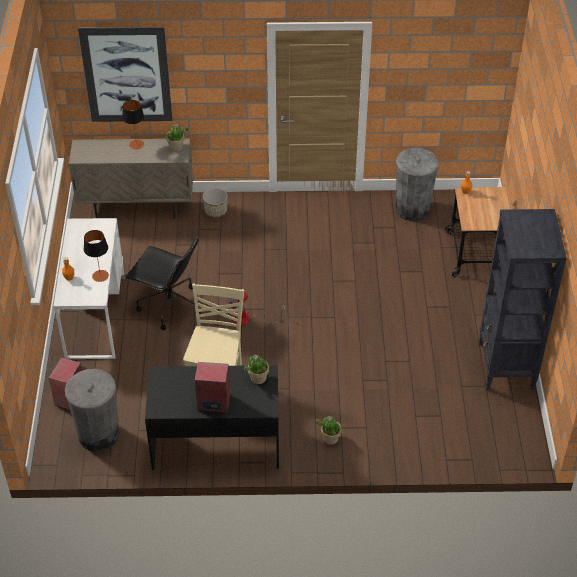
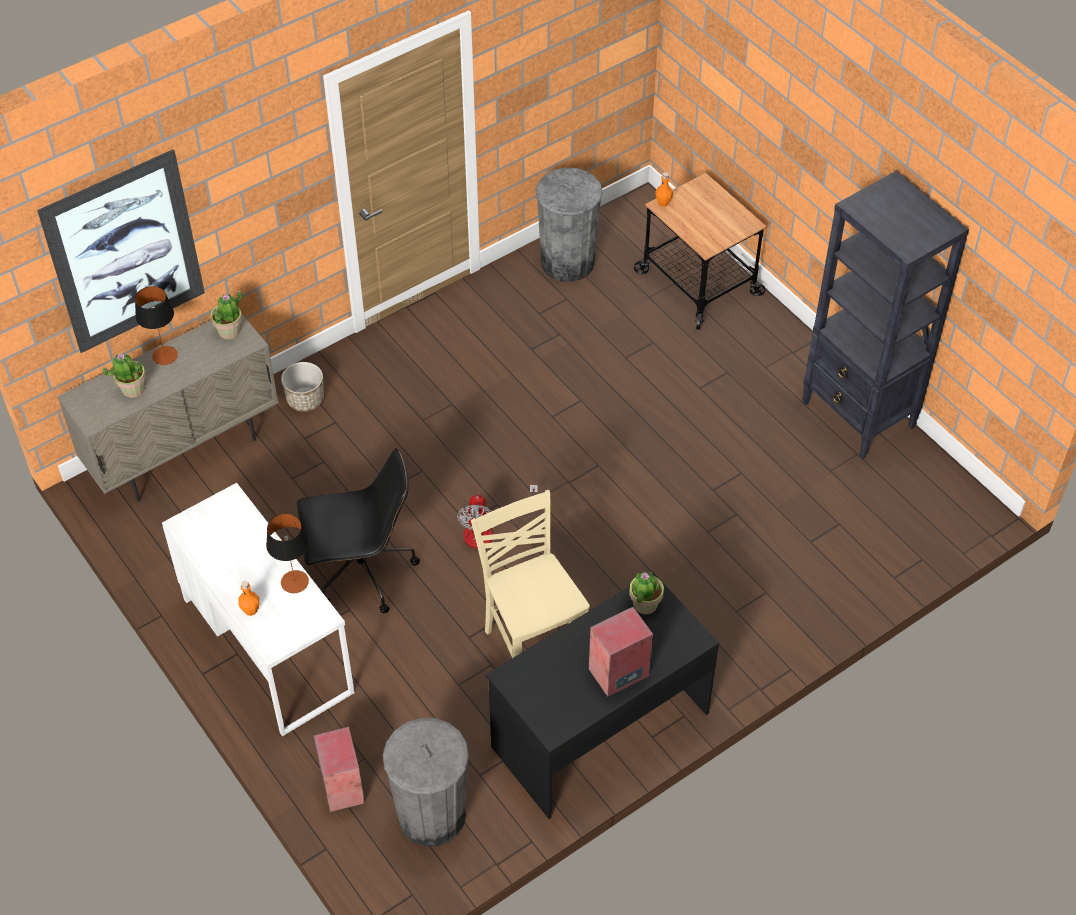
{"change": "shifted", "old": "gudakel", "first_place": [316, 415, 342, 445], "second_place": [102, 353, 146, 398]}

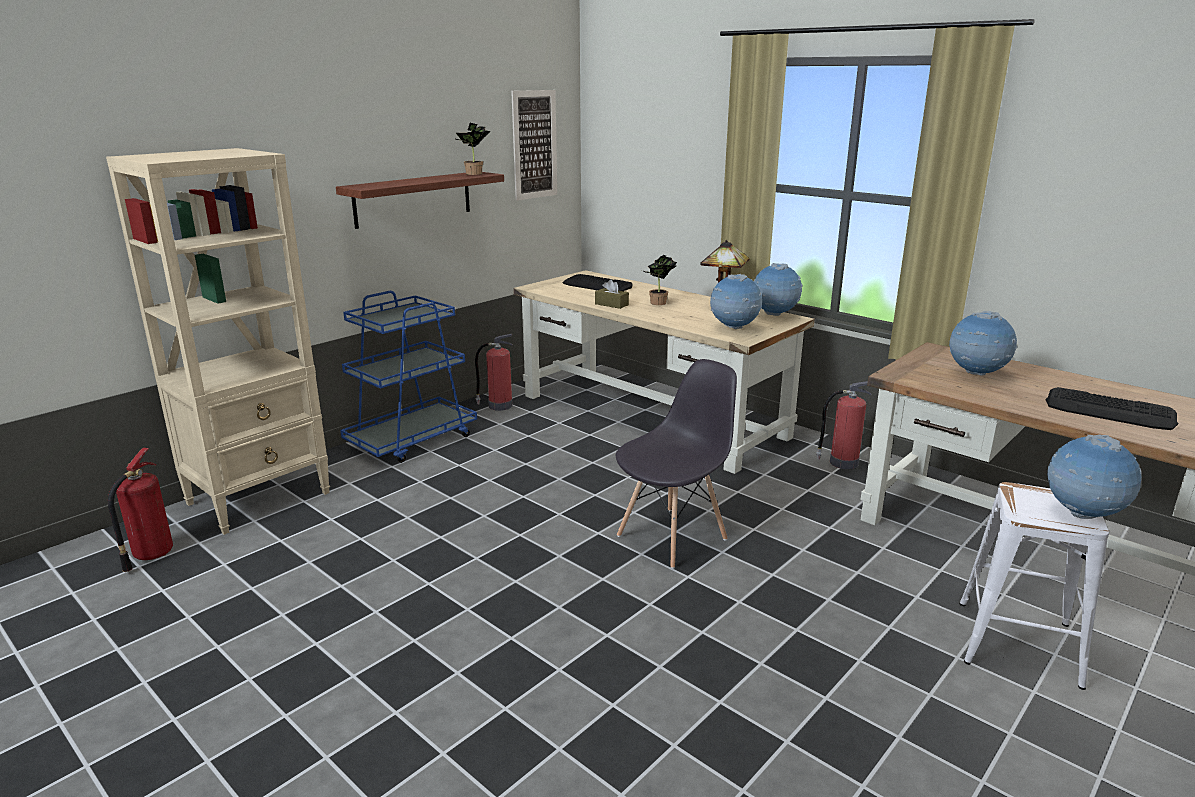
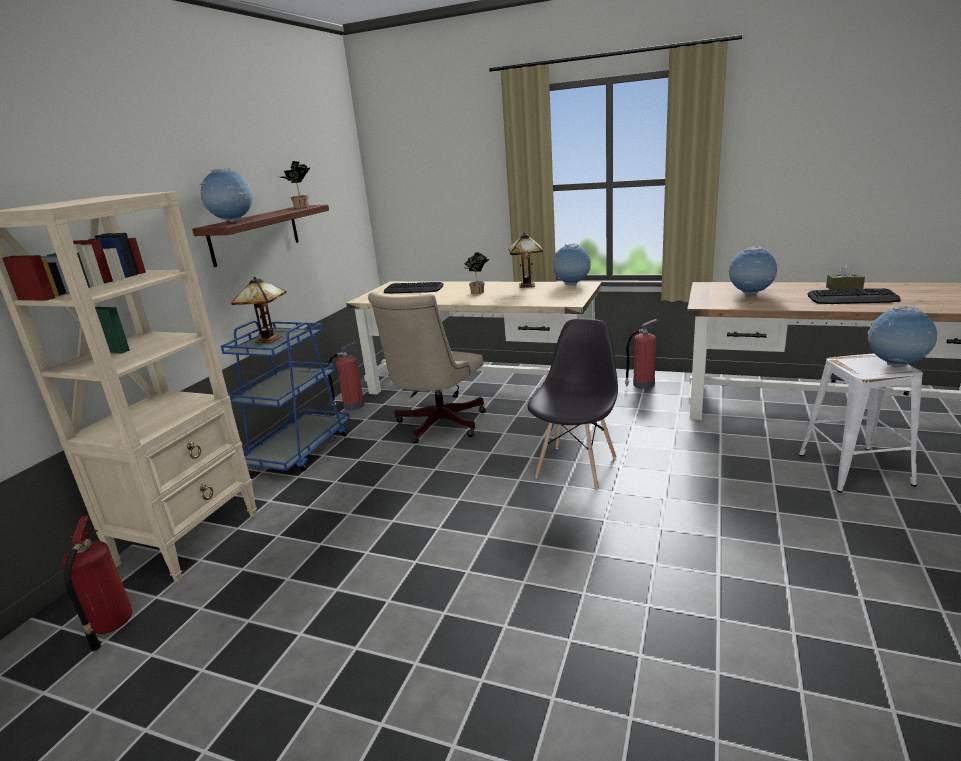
{"change": "gone", "old": "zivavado", "first_place": [511, 90, 557, 201]}
{"change": "shifted", "old": "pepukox", "first_place": [710, 274, 762, 329], "second_place": [200, 168, 253, 222]}
{"change": "shifted", "old": "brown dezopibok", "first_place": [595, 279, 629, 309], "second_place": [826, 264, 865, 290]}
{"change": "new", "new": "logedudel", "second_place": [231, 277, 287, 343]}
{"change": "new", "new": "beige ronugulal", "second_place": [368, 292, 486, 444]}

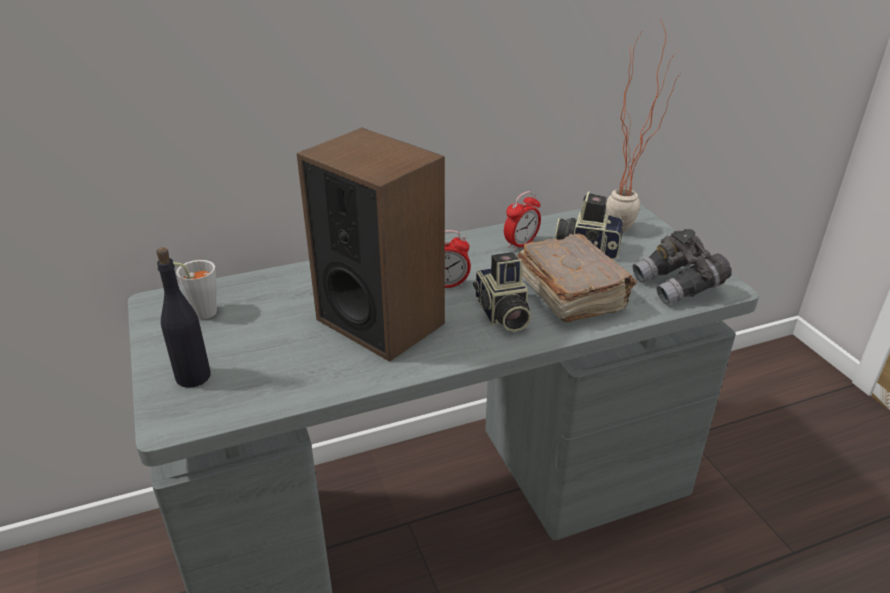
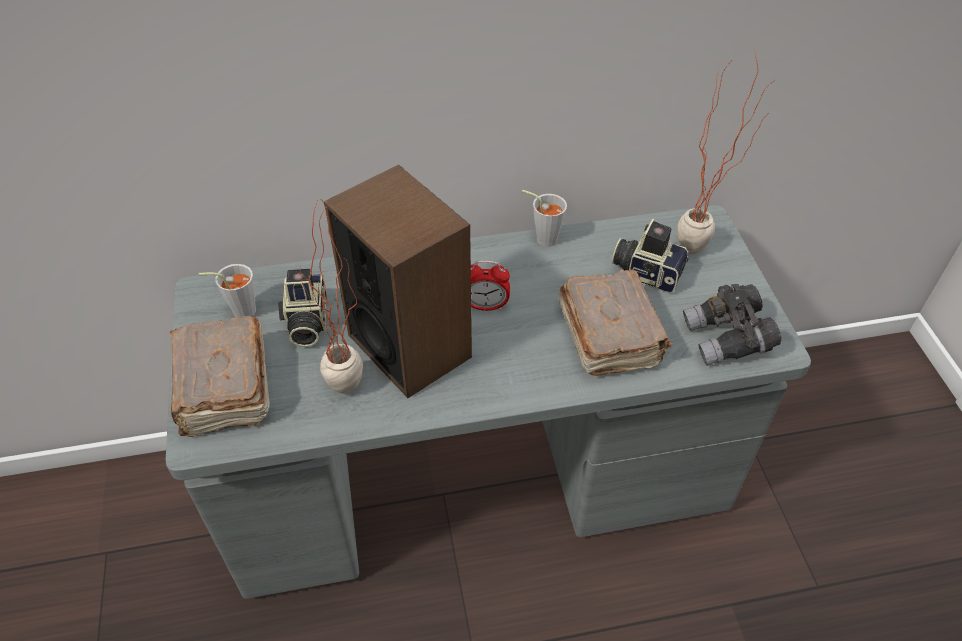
{"change": "gone", "old": "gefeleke", "first_place": [504, 191, 541, 251]}
{"change": "swapped", "old": "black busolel", "new": "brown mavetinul", "first_place": [156, 247, 211, 388], "second_place": [170, 316, 270, 437]}
{"change": "shifted", "old": "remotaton", "first_place": [473, 252, 531, 332], "second_place": [278, 269, 327, 347]}
{"change": "new", "new": "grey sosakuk", "second_place": [522, 190, 567, 247]}
{"change": "new", "new": "gudakel", "second_place": [297, 201, 363, 394]}

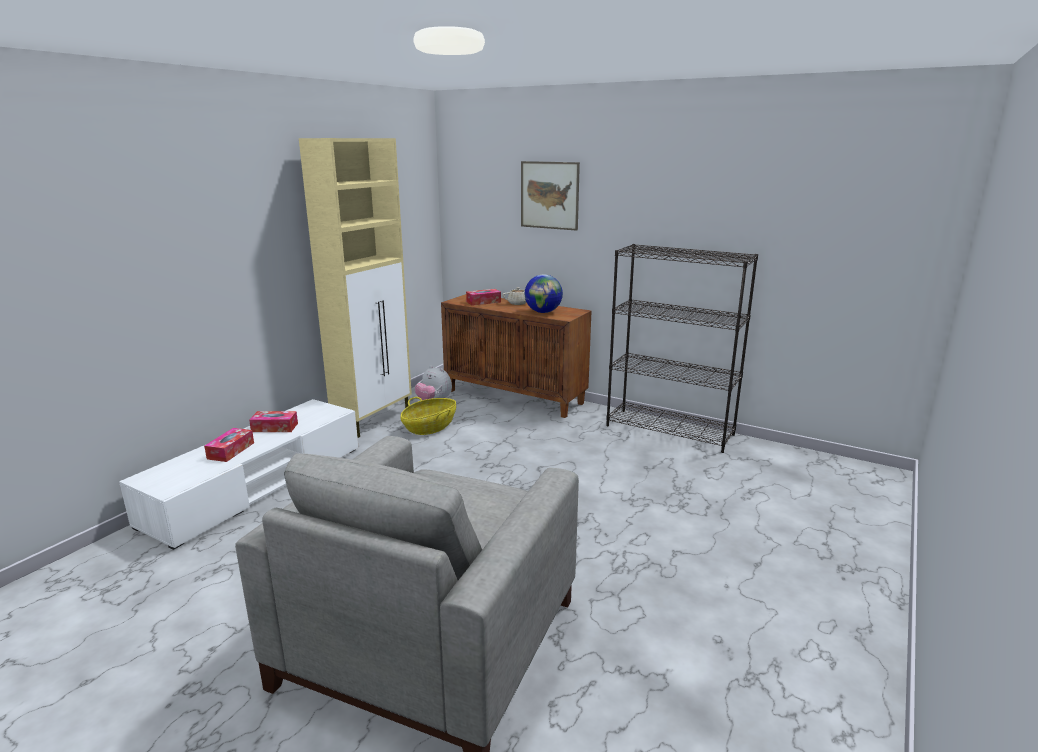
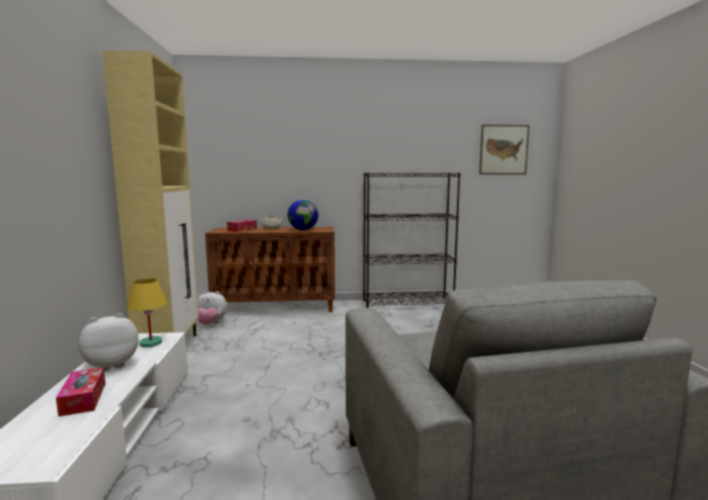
{"change": "shifted", "old": "zivavado", "first_place": [521, 161, 580, 231], "second_place": [479, 125, 530, 174]}
{"change": "gone", "old": "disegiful", "first_place": [401, 397, 456, 435]}
{"change": "swapped", "old": "dezopibok", "new": "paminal", "first_place": [249, 411, 298, 432], "second_place": [78, 313, 139, 371]}
{"change": "new", "new": "yellow logedudel", "second_place": [127, 278, 168, 347]}

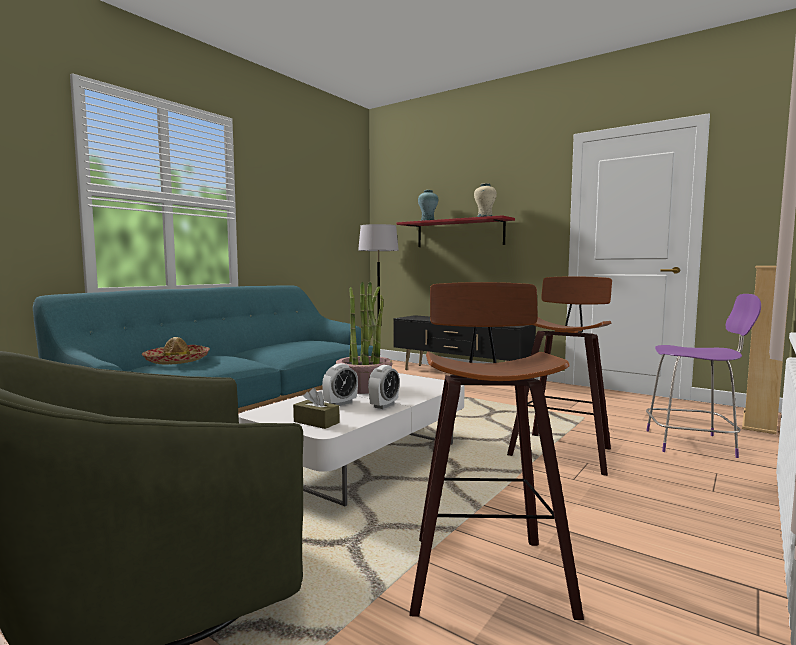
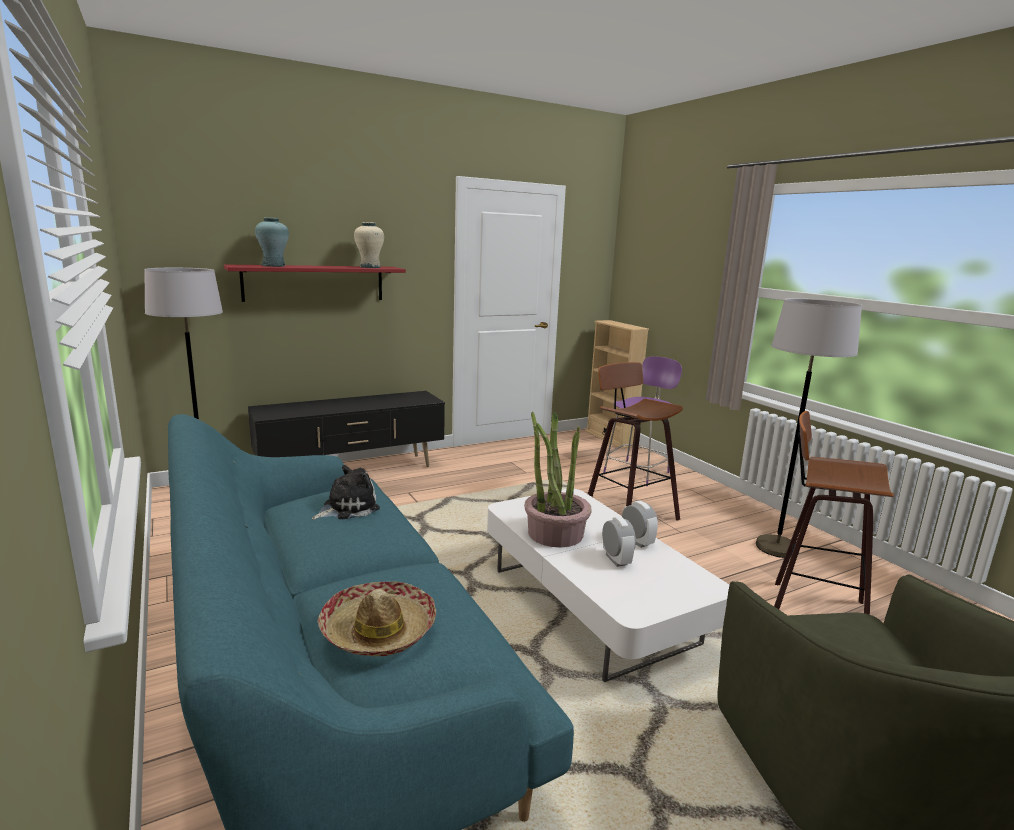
{"change": "gone", "old": "brown dezopibok", "first_place": [293, 388, 339, 429]}
{"change": "new", "new": "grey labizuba", "second_place": [756, 298, 862, 558]}
{"change": "new", "new": "paminal", "second_place": [312, 465, 380, 520]}

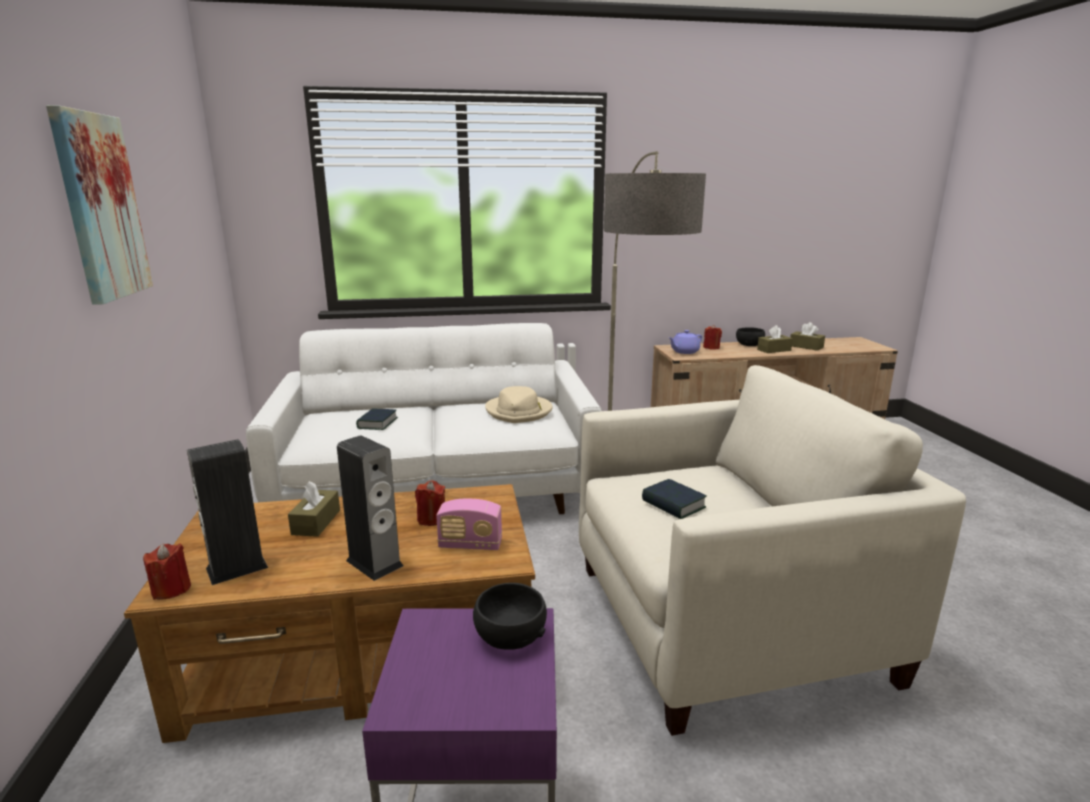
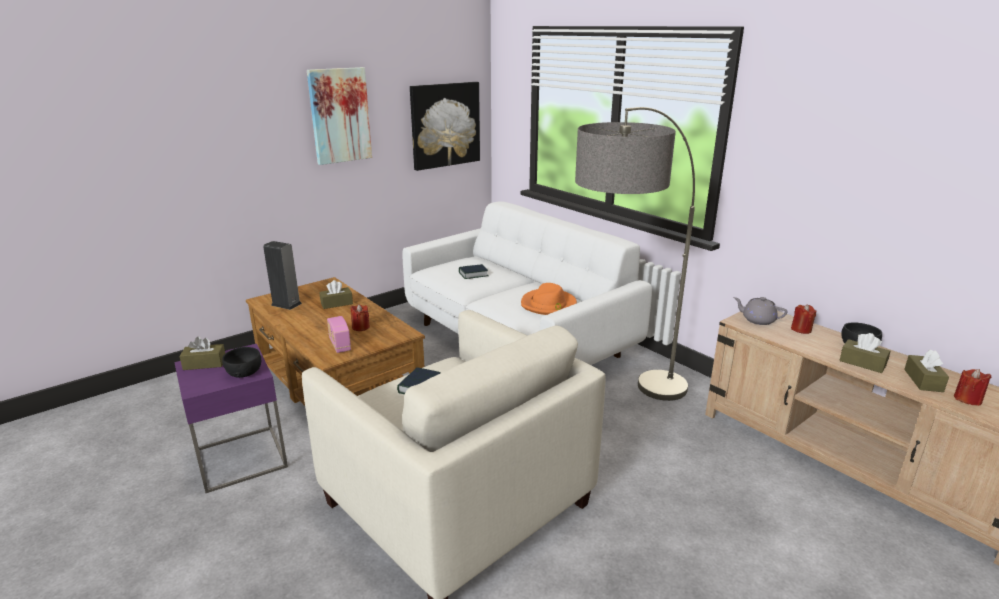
{"change": "repainted", "old": "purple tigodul", "new": "grey tigodul", "first_place": [669, 330, 702, 354], "second_place": [733, 297, 788, 325]}
{"change": "repainted", "old": "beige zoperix", "new": "orange zoperix", "first_place": [485, 386, 553, 423], "second_place": [521, 283, 577, 315]}
{"change": "gone", "old": "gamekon", "first_place": [337, 435, 403, 581]}
{"change": "shifted", "old": "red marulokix", "first_place": [143, 543, 191, 600], "second_place": [954, 369, 991, 406]}
{"change": "new", "new": "zivavado", "second_place": [410, 82, 480, 171]}
{"change": "new", "new": "brown dezopibok", "second_place": [179, 336, 225, 370]}

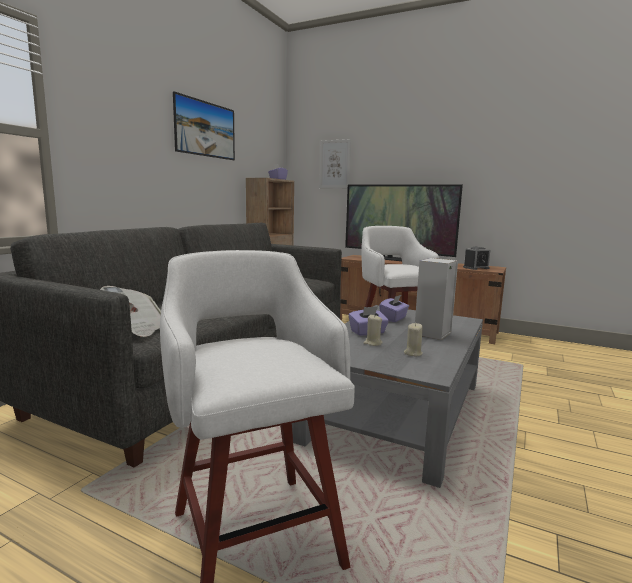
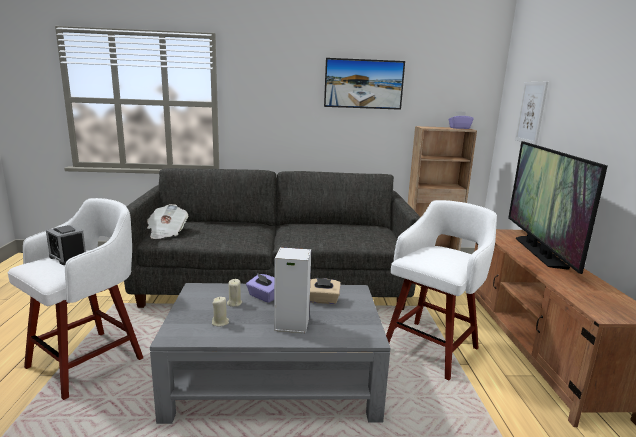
{"change": "shifted", "old": "gefeleke", "first_place": [463, 247, 490, 270], "second_place": [46, 225, 86, 265]}
{"change": "repainted", "old": "purple dezopibok", "new": "beige dezopibok", "first_place": [379, 295, 409, 322], "second_place": [310, 278, 341, 304]}

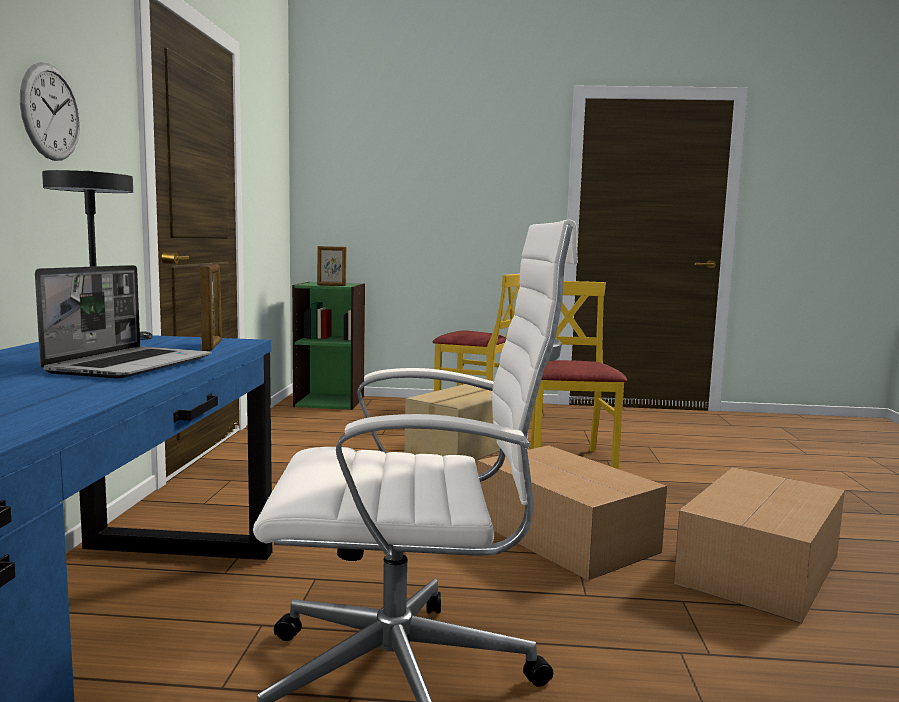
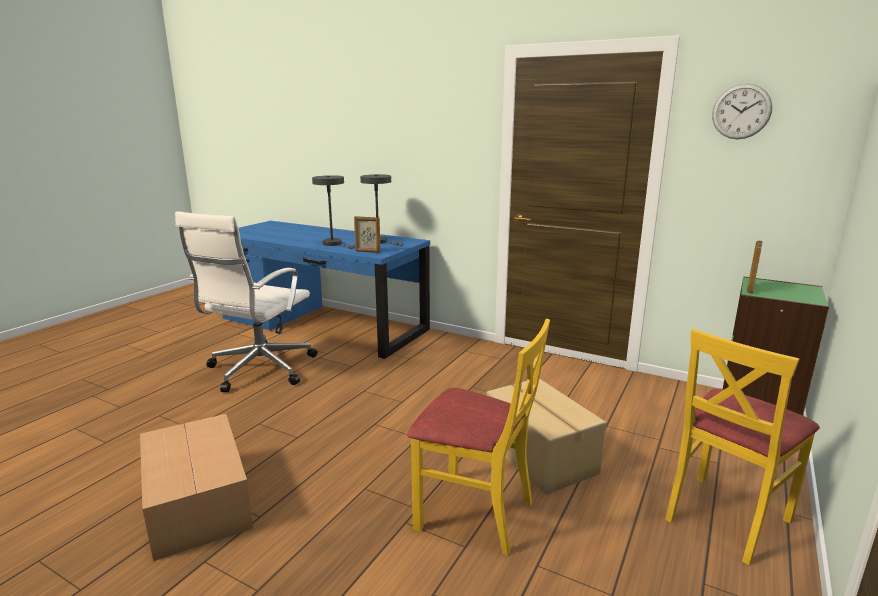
{"change": "shifted", "old": "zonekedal", "first_place": [20, 62, 80, 161], "second_place": [712, 83, 772, 139]}
{"change": "swapped", "old": "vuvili", "new": "grey logedudel", "first_place": [35, 265, 212, 379], "second_place": [312, 175, 355, 249]}
{"change": "gone", "old": "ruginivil", "first_place": [477, 445, 667, 581]}

